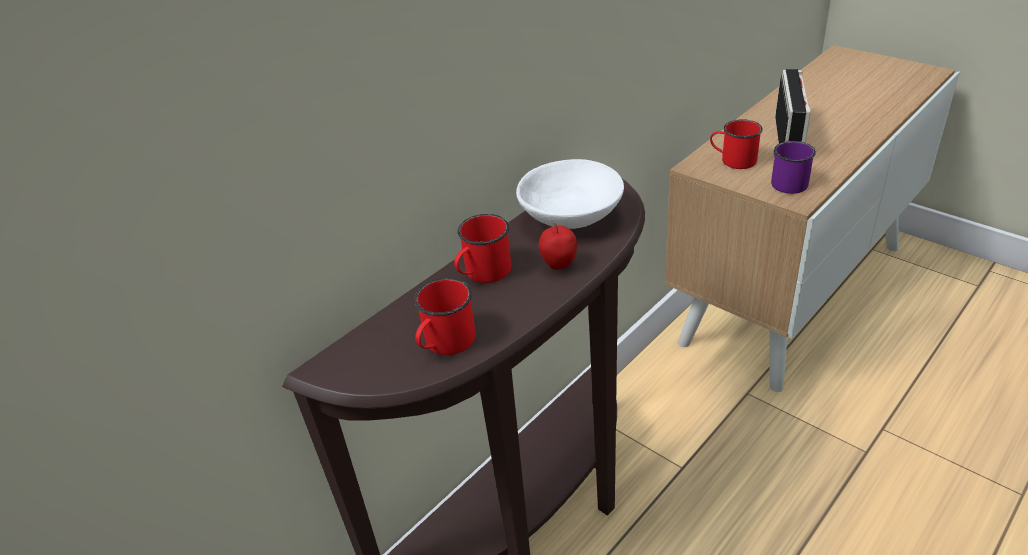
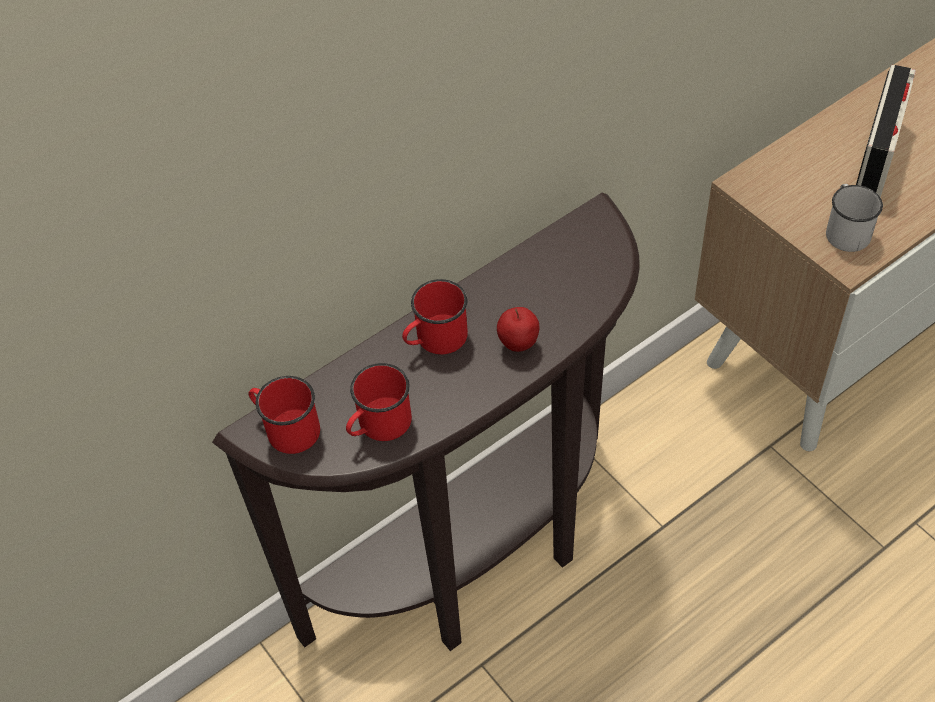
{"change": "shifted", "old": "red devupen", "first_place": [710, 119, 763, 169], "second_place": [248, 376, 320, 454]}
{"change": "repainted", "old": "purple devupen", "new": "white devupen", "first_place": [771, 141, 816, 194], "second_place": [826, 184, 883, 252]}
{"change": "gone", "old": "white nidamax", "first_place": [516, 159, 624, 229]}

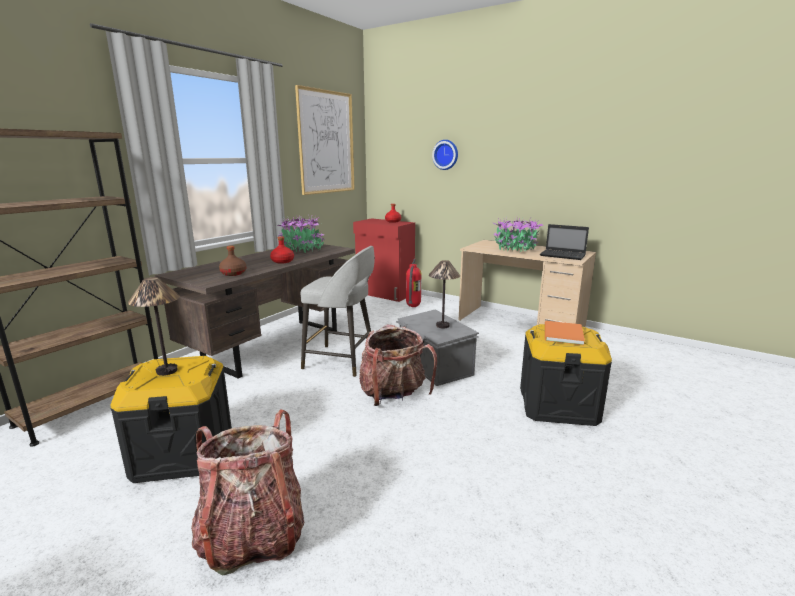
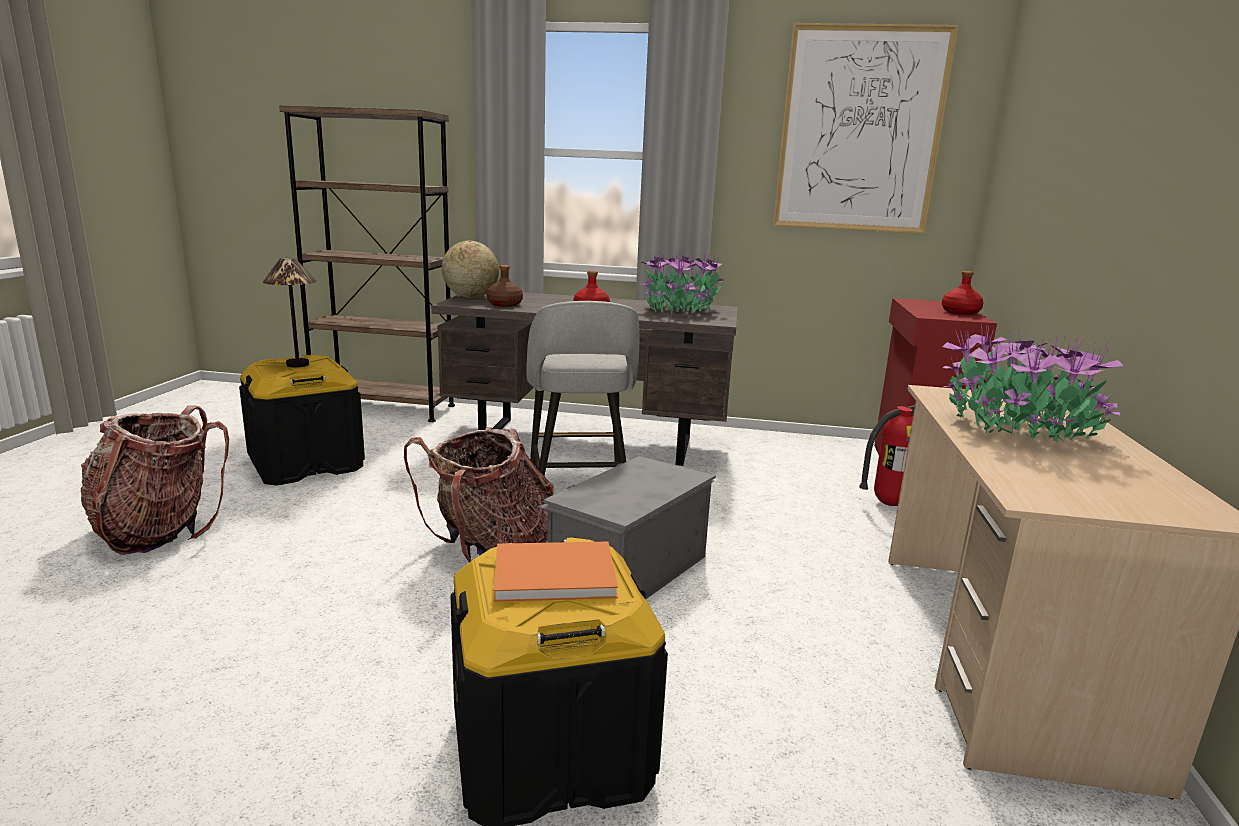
{"change": "gone", "old": "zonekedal", "first_place": [432, 140, 458, 170]}
{"change": "gone", "old": "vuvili", "first_place": [540, 224, 589, 260]}
{"change": "gone", "old": "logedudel", "first_place": [429, 260, 460, 328]}
{"change": "new", "new": "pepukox", "second_place": [442, 241, 499, 298]}

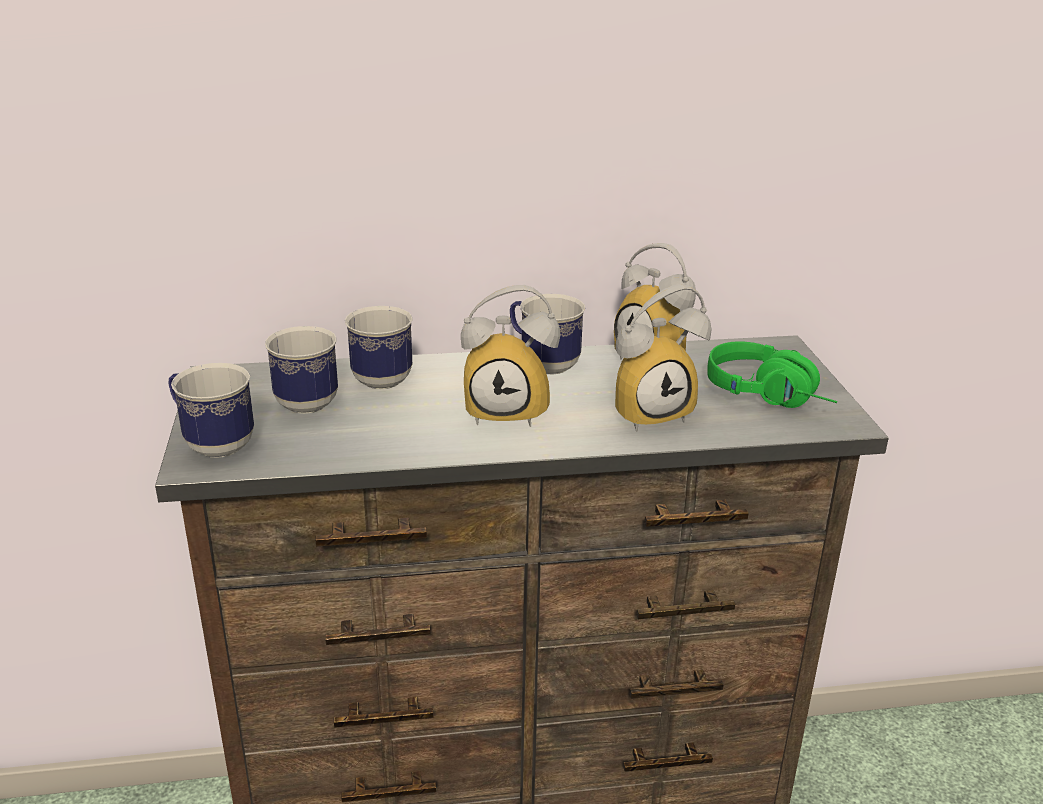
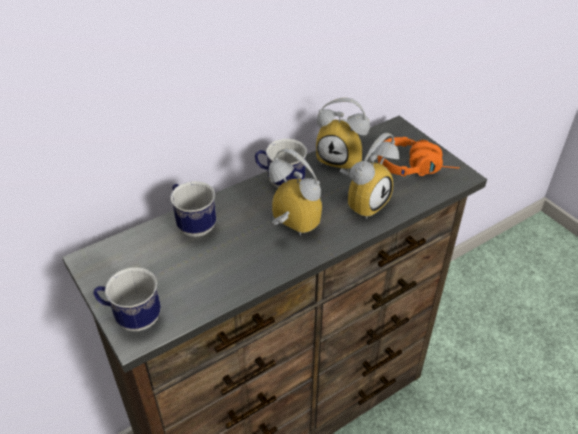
{"change": "rotated", "old": "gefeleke", "first_place": [461, 285, 560, 427], "second_place": [268, 148, 322, 236], "degrees": -120}
{"change": "gone", "old": "devupen", "first_place": [265, 326, 338, 414]}
{"change": "repainted", "old": "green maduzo", "new": "orange maduzo", "first_place": [707, 341, 837, 408], "second_place": [378, 137, 460, 176]}

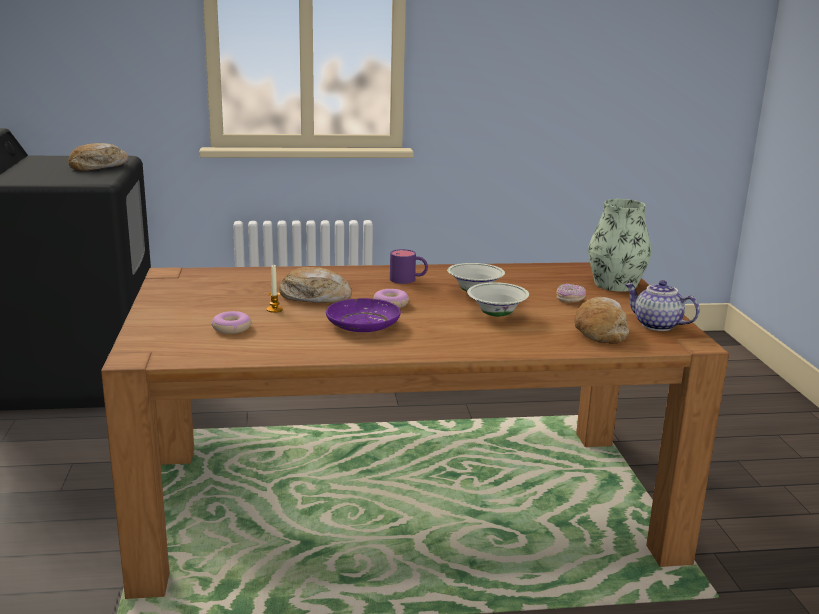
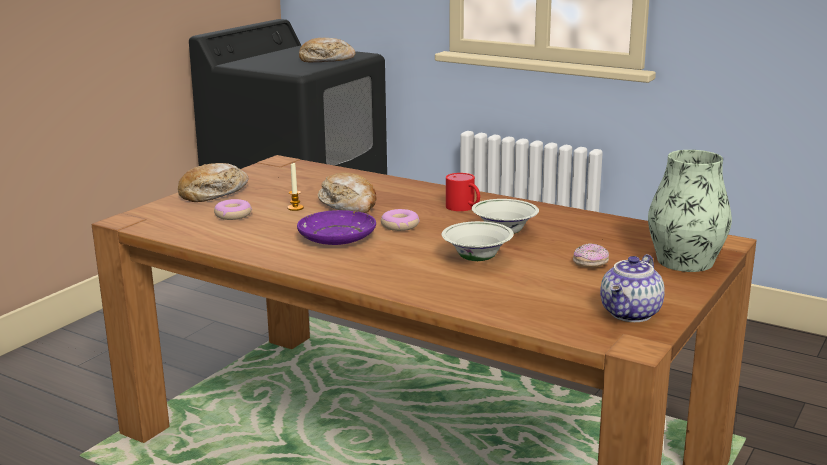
{"change": "repainted", "old": "purple devupen", "new": "red devupen", "first_place": [390, 249, 428, 284], "second_place": [446, 173, 480, 211]}
{"change": "rotated", "old": "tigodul", "first_place": [625, 280, 700, 331], "second_place": [600, 254, 665, 322], "degrees": -135}
{"change": "shifted", "old": "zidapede", "first_place": [574, 297, 629, 344], "second_place": [178, 163, 249, 202]}

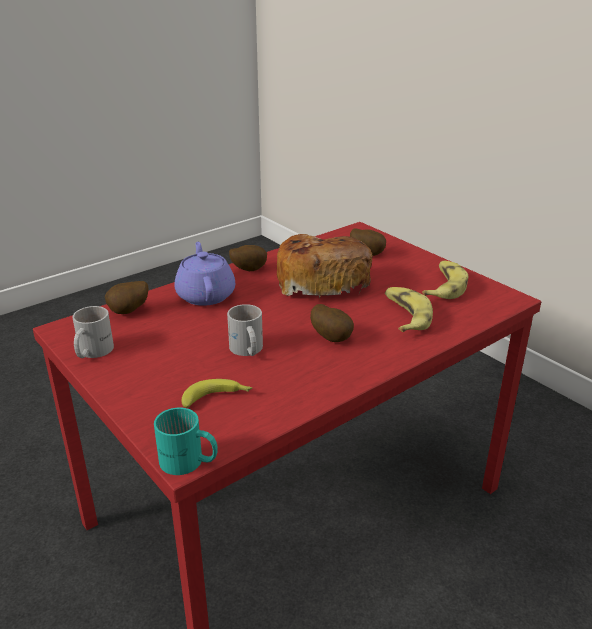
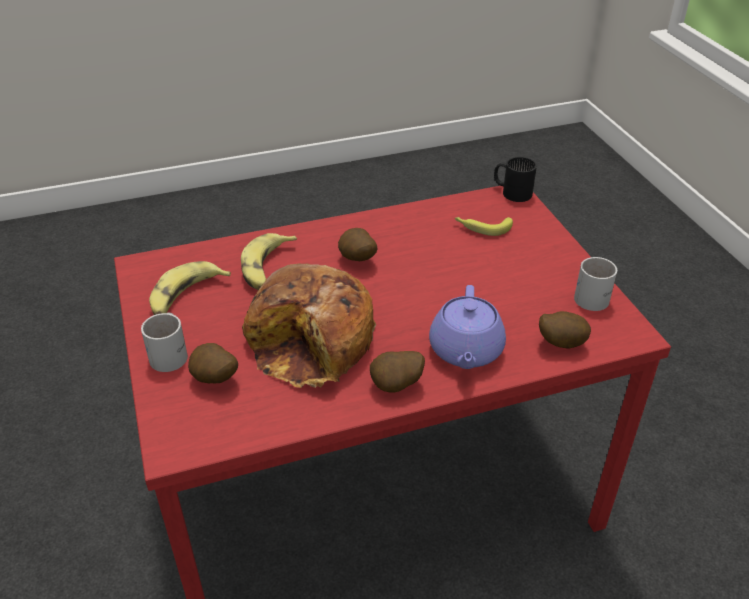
{"change": "shifted", "old": "white devupen", "first_place": [227, 304, 263, 356], "second_place": [141, 313, 188, 372]}
{"change": "repainted", "old": "turquoise devupen", "new": "black devupen", "first_place": [154, 408, 218, 475], "second_place": [494, 157, 537, 202]}

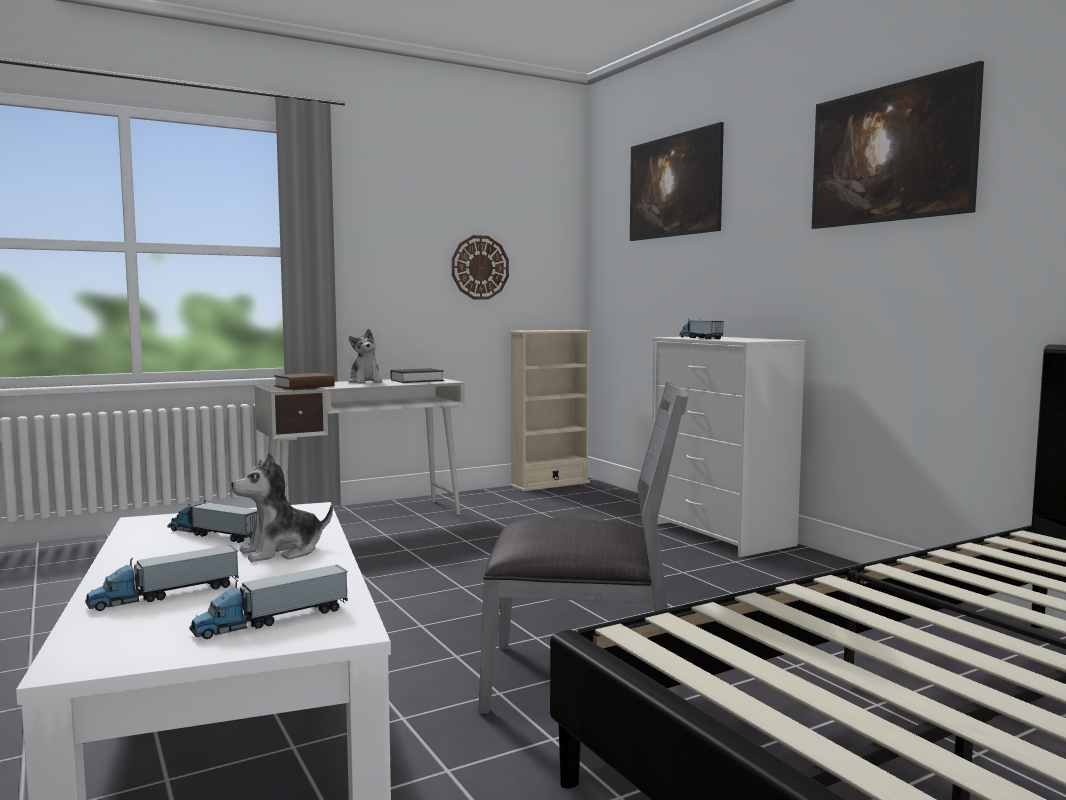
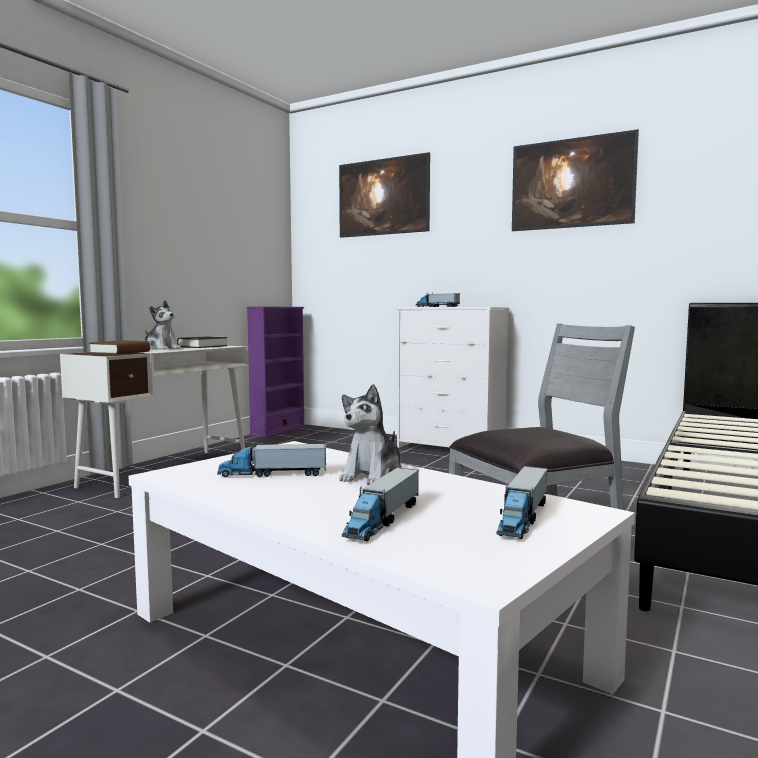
{"change": "gone", "old": "zonekedal", "first_place": [452, 235, 509, 300]}
{"change": "repainted", "old": "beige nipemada", "new": "purple nipemada", "first_place": [510, 330, 591, 491], "second_place": [246, 306, 306, 438]}

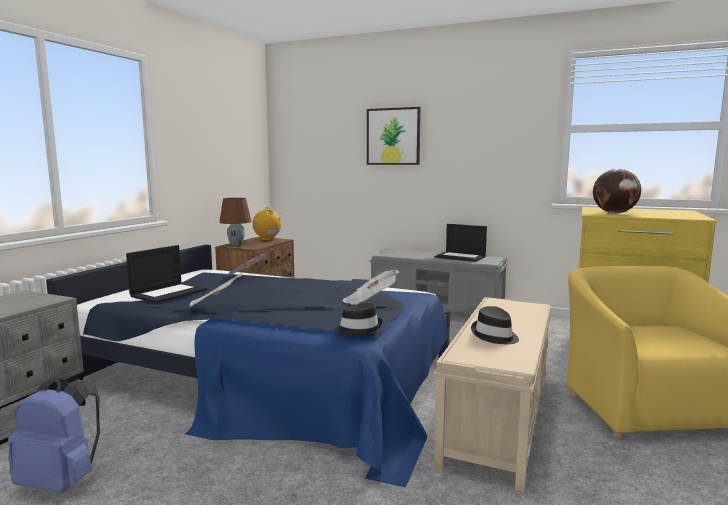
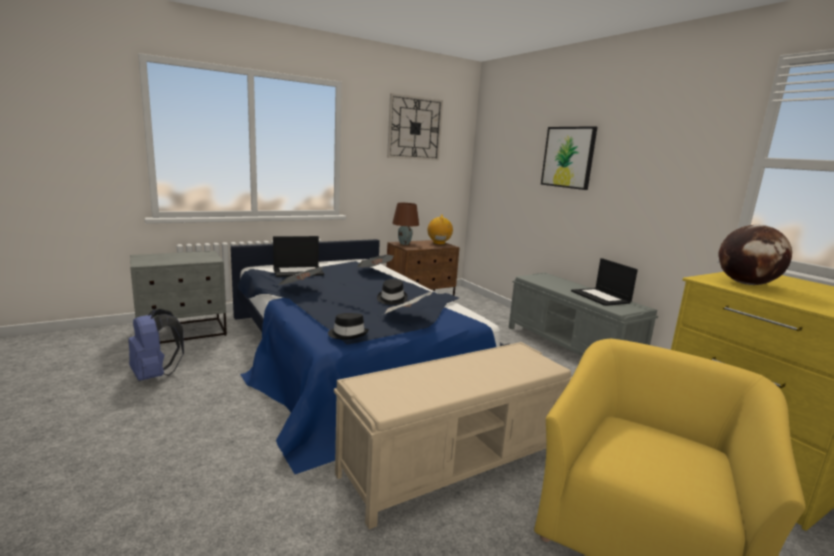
{"change": "shifted", "old": "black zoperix", "first_place": [471, 306, 519, 344], "second_place": [377, 279, 408, 305]}
{"change": "new", "new": "zonekedal", "second_place": [387, 93, 443, 160]}

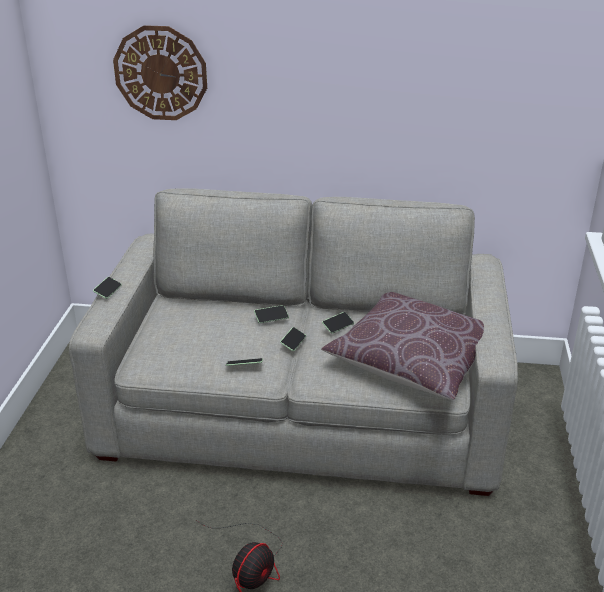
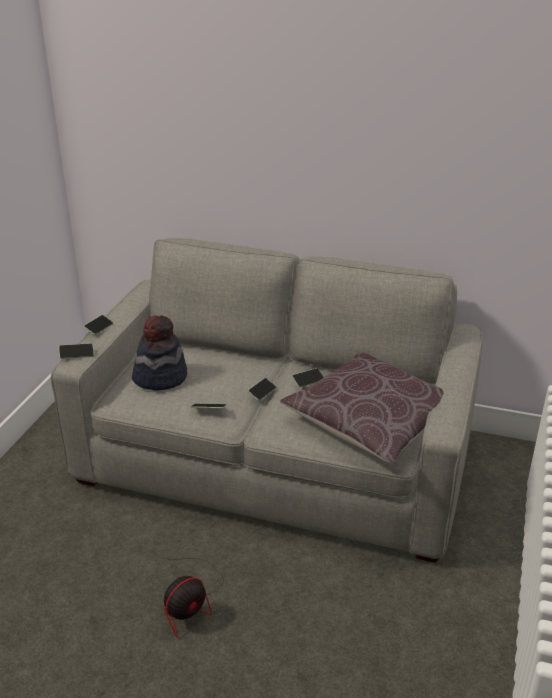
{"change": "gone", "old": "zonekedal", "first_place": [113, 25, 207, 120]}
{"change": "shifted", "old": "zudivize", "first_place": [254, 305, 289, 323], "second_place": [59, 343, 94, 359]}
{"change": "new", "new": "zoperix", "second_place": [132, 315, 187, 391]}

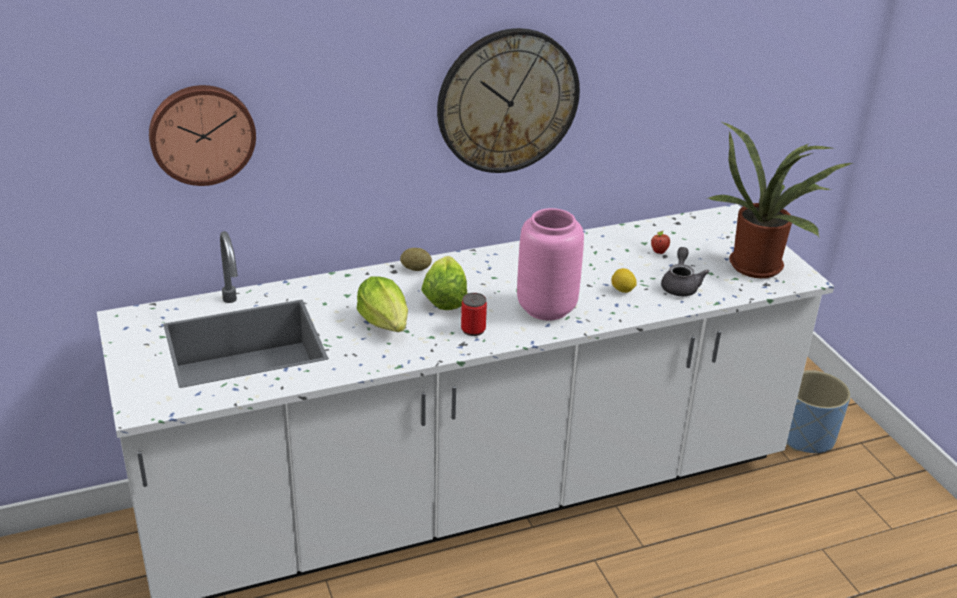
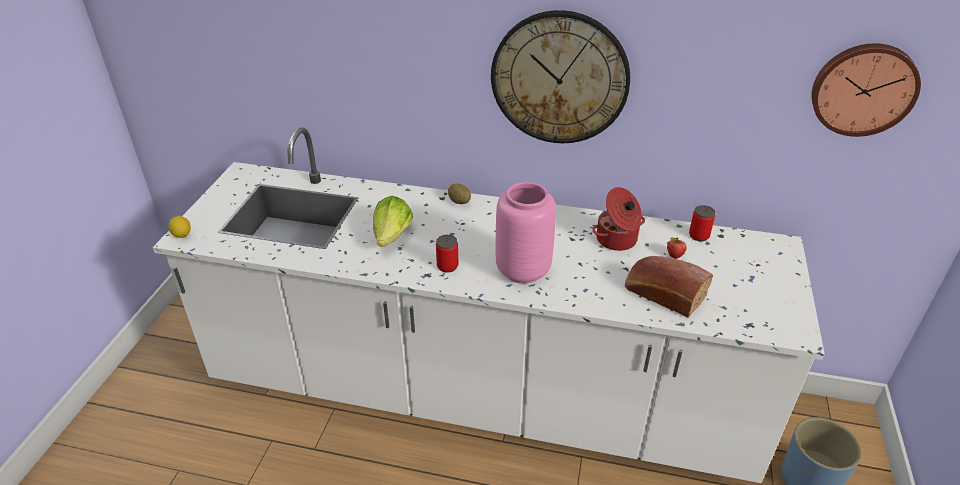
{"change": "shifted", "old": "zonekedal", "first_place": [149, 85, 256, 186], "second_place": [812, 43, 921, 137]}
{"change": "gone", "old": "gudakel", "first_place": [707, 122, 852, 278]}
{"change": "swapped", "old": "grey tigodul", "new": "zidapede", "first_place": [661, 247, 709, 296], "second_place": [625, 256, 713, 318]}
{"change": "gone", "old": "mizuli", "first_place": [421, 256, 468, 310]}
{"change": "shifted", "old": "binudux", "first_place": [611, 268, 637, 293], "second_place": [168, 216, 191, 238]}
{"change": "new", "new": "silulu", "second_place": [592, 187, 645, 251]}
{"change": "new", "new": "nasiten", "second_place": [689, 205, 715, 241]}

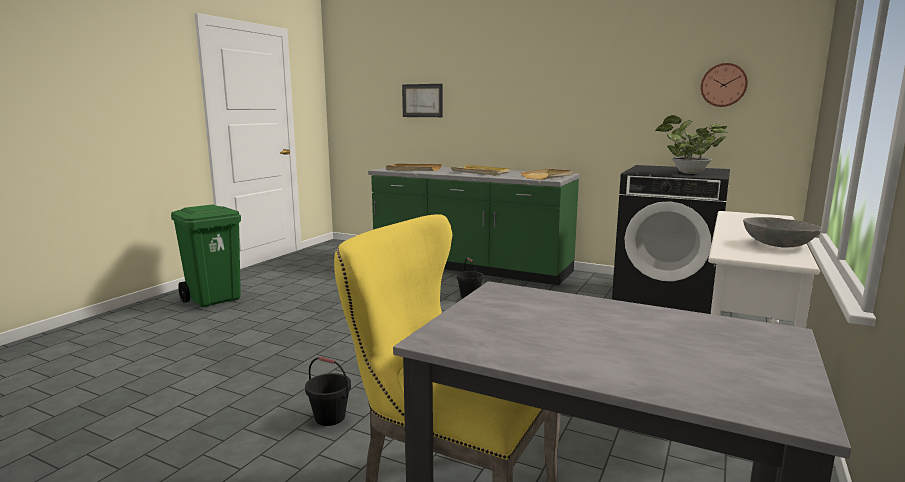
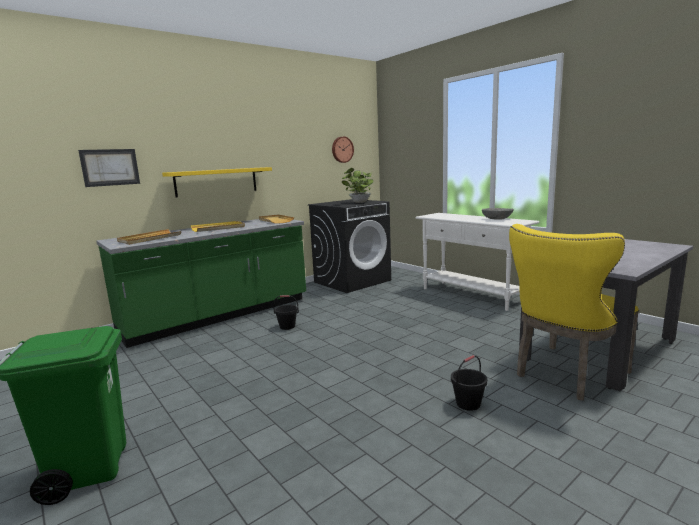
{"change": "new", "new": "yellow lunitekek", "second_place": [162, 167, 272, 197]}

